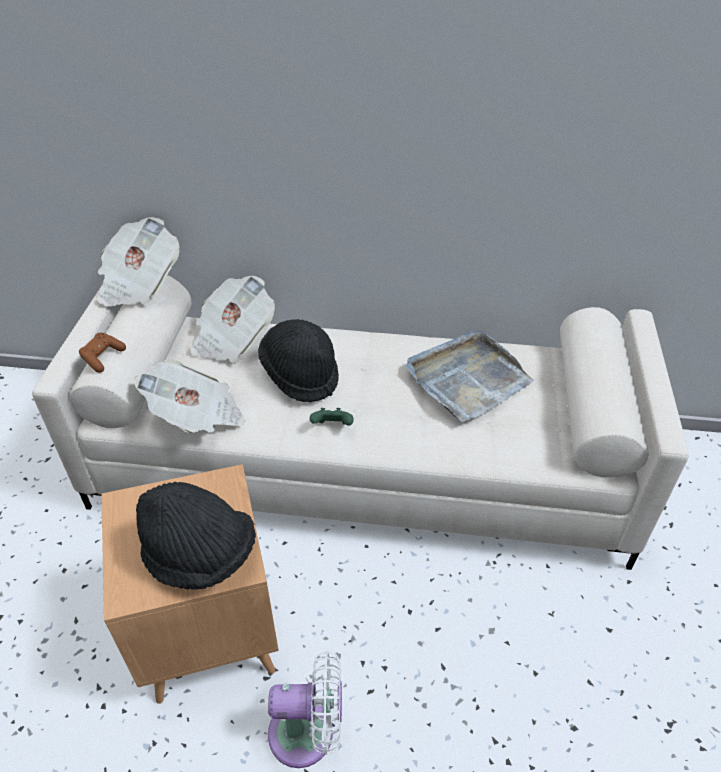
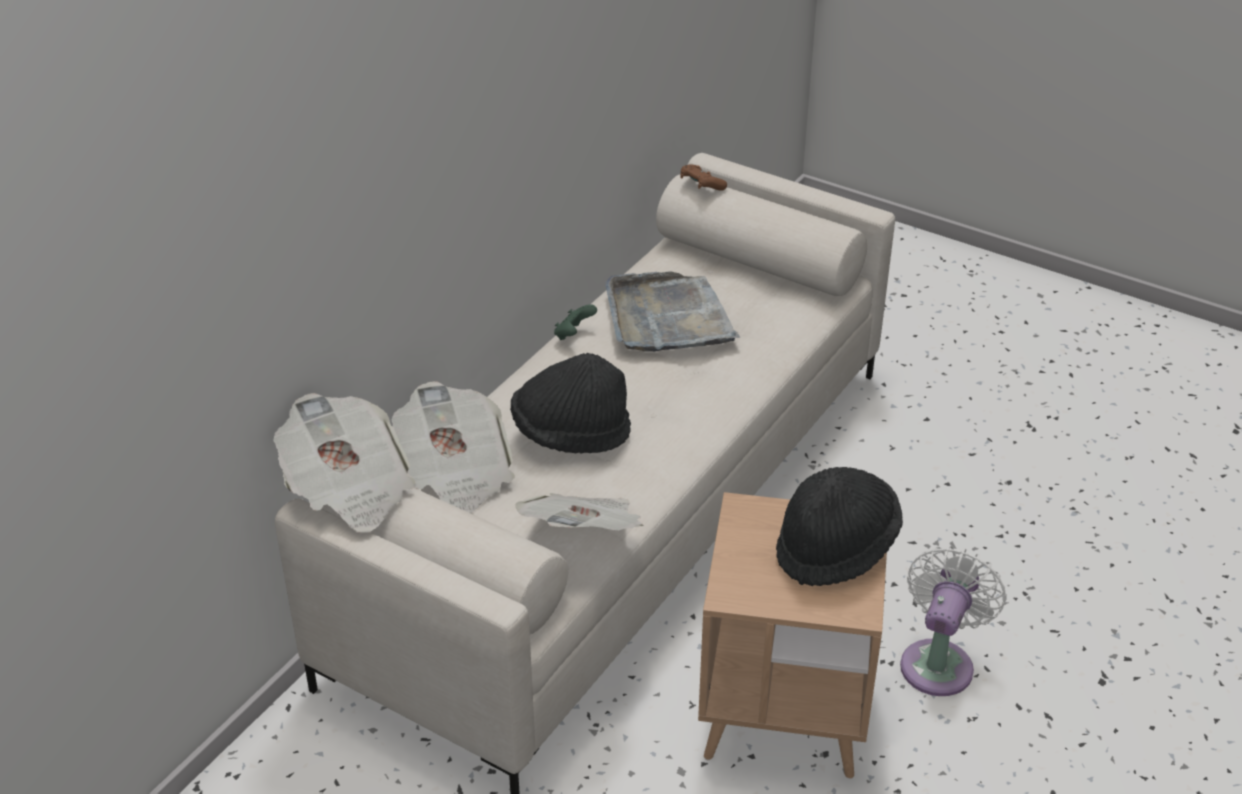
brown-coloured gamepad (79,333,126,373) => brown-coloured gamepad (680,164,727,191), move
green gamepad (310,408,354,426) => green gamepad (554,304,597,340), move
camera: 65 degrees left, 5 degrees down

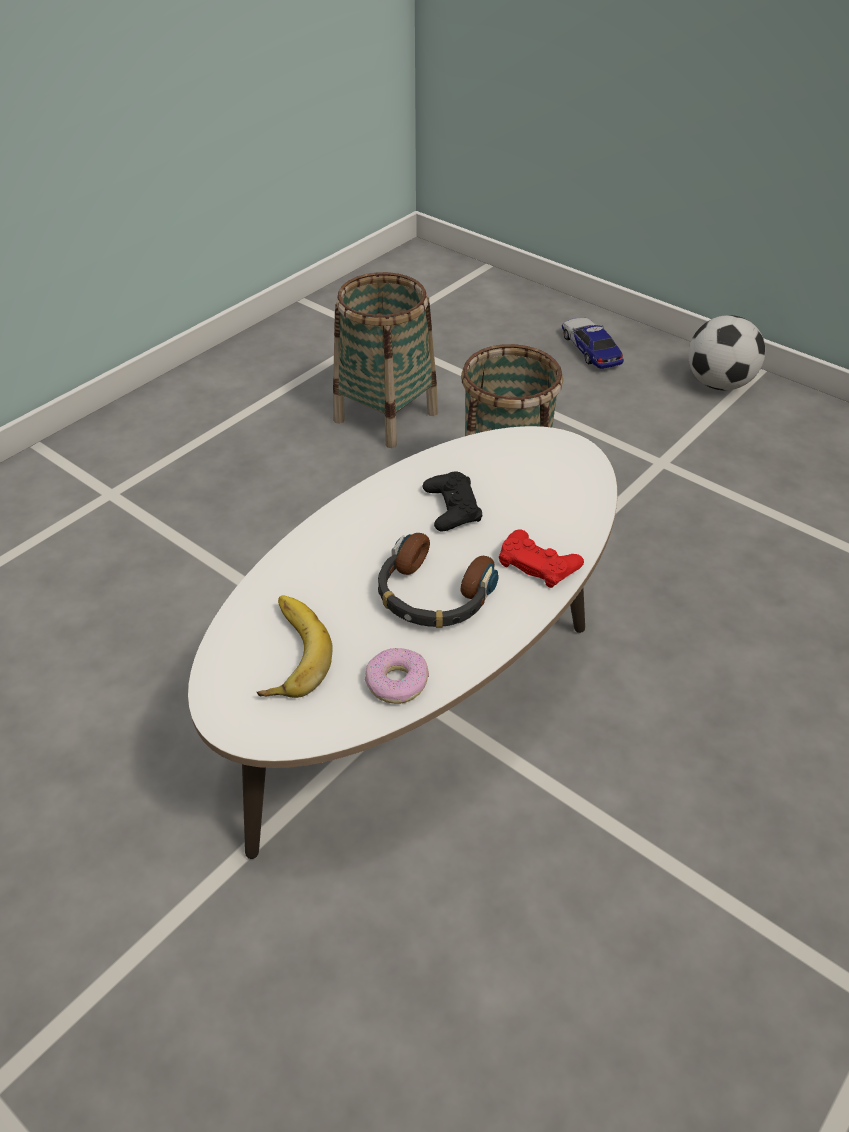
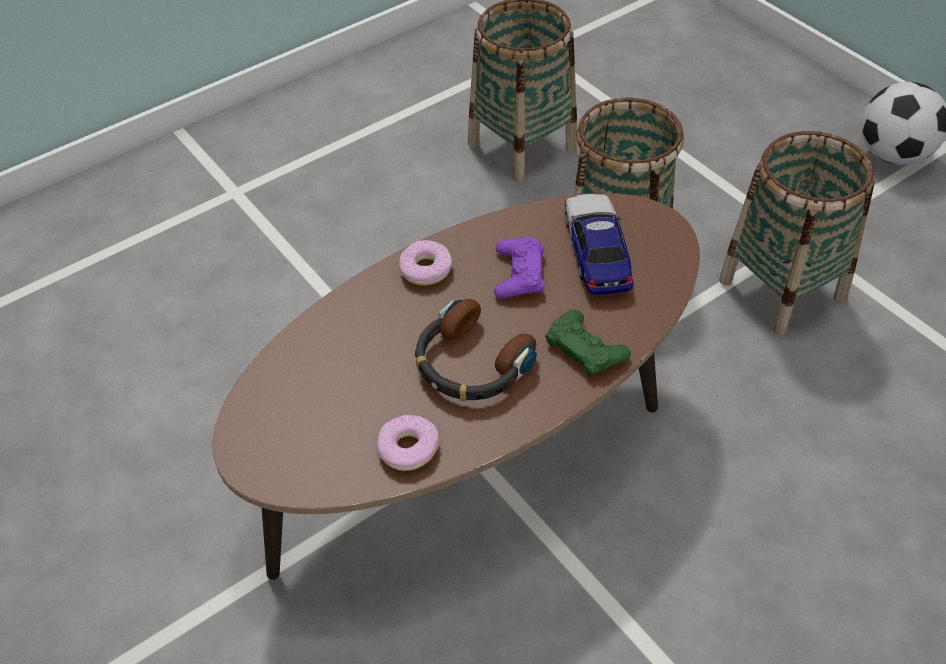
whitish coffee table (188,426,617,859) => brown-coloured coffee table (212,193,700,580)
banana (257,596,333,698) => nothing
black-coloured gamepad (422,471,482,531) => purple gamepad (494,237,544,298)
red-coloured gamepad (499,529,584,588) => green gamepad (545,309,631,377)
toy car (562,318,624,369) => toy car (565,194,633,295), move
nothing => donut (399,240,452,285)
nothing => basket (719,131,875,336)
camera: 15 degrees right, 5 degrees up

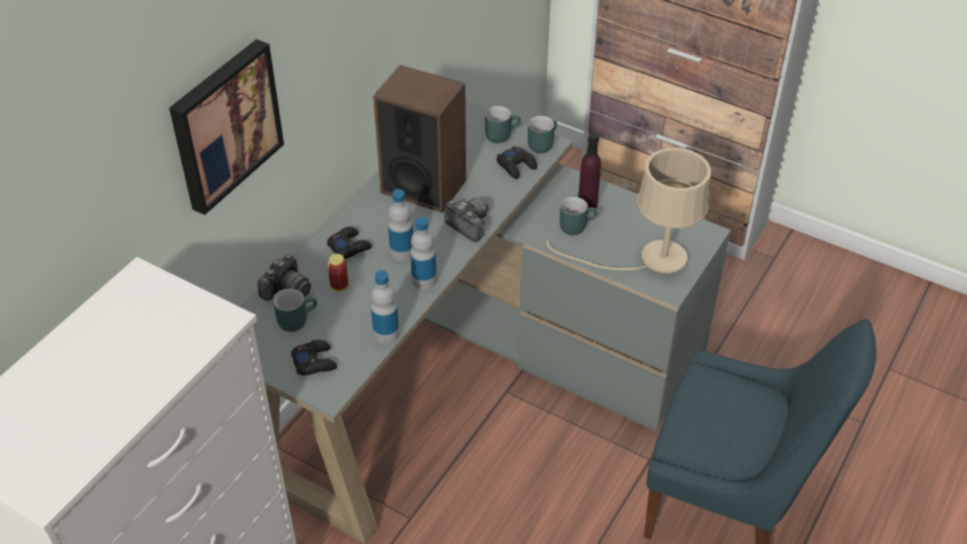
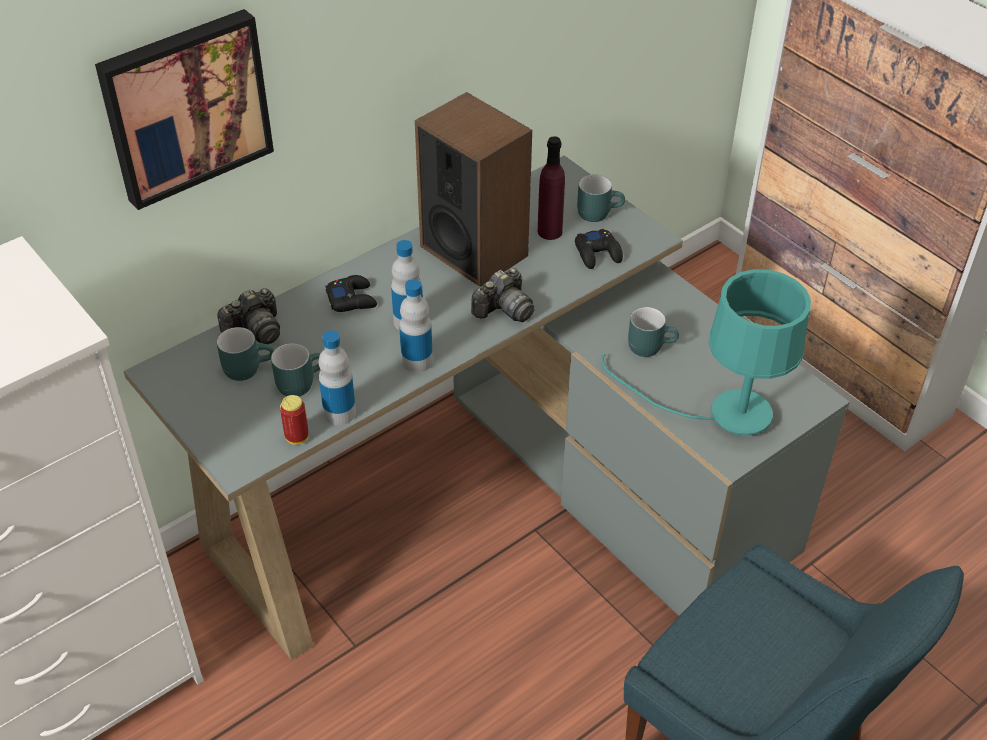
black-coloured gamepad (291,340,337,375) => nothing
can (327,254,348,291) => can (280,395,309,445), move
still camera (444,198,489,242) => still camera (471,268,535,322), 75 degrees clockwise
turquoise mug (528,116,557,153) => turquoise mug (271,343,321,397), move
beige-coloured table lamp (547,148,711,273) => turquoise table lamp (601,269,811,435)
purple beverage bottle (578,133,601,208) => purple beverage bottle (538,136,565,240), move
camera: 20 degrees right, 0 degrees up

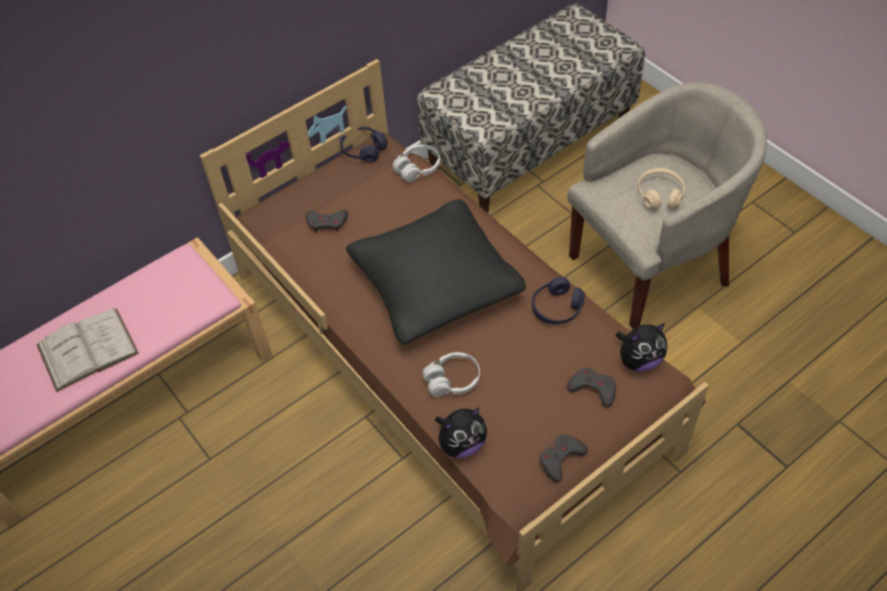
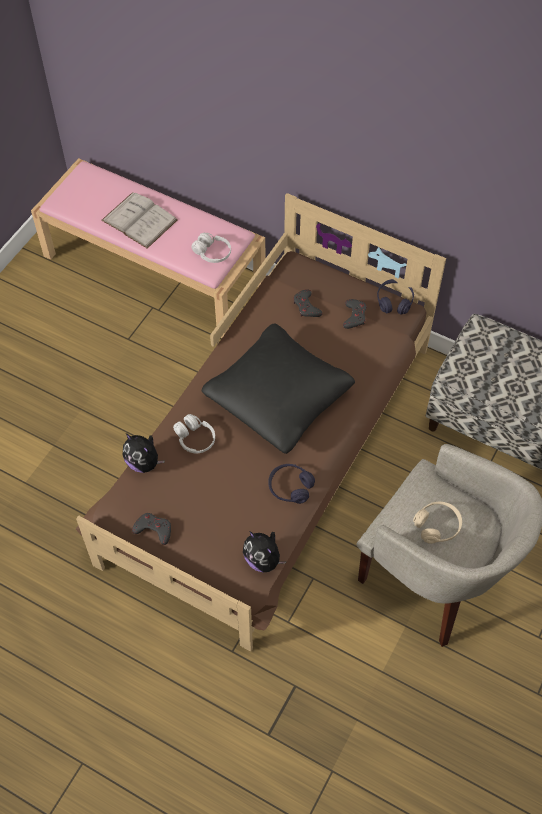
whitish headset (393,145,440,182) => whitish headset (192,233,231,263), move
greyish gamepad (567,368,616,407) => greyish gamepad (343,299,367,329), move
camera: 65 degrees right, 5 degrees up

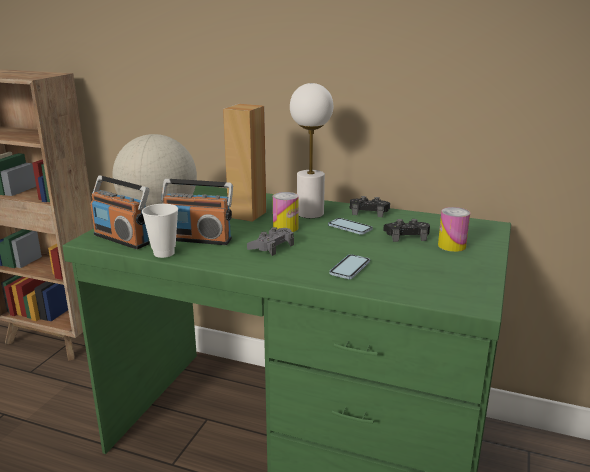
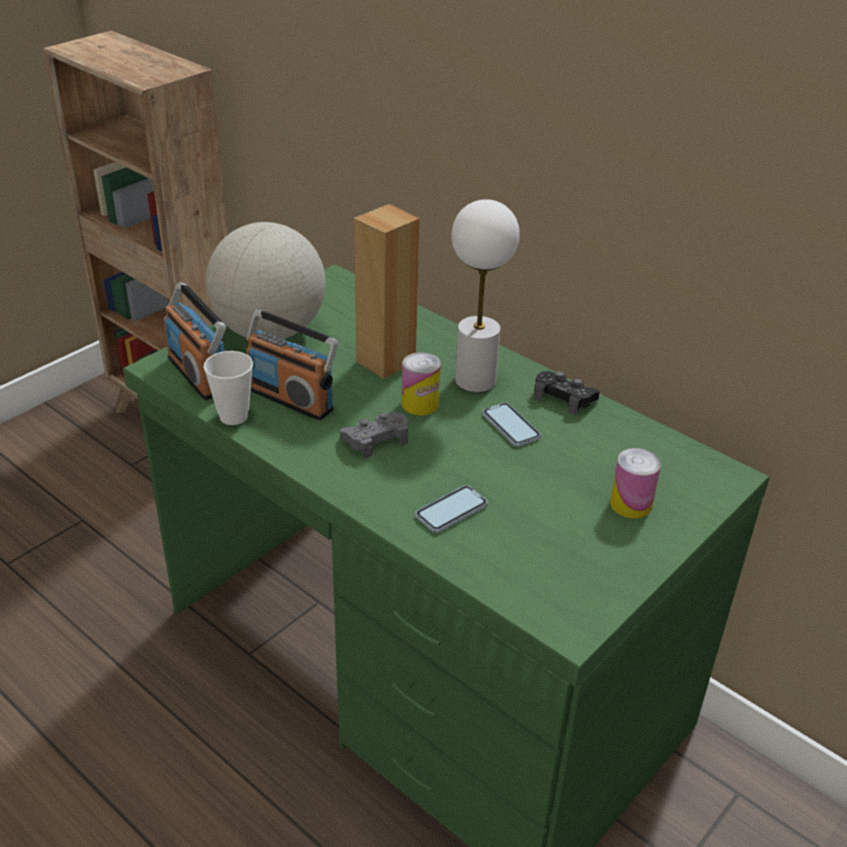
black-coloured gamepad (383,219,430,242) => nothing
camera: 20 degrees right, 15 degrees up

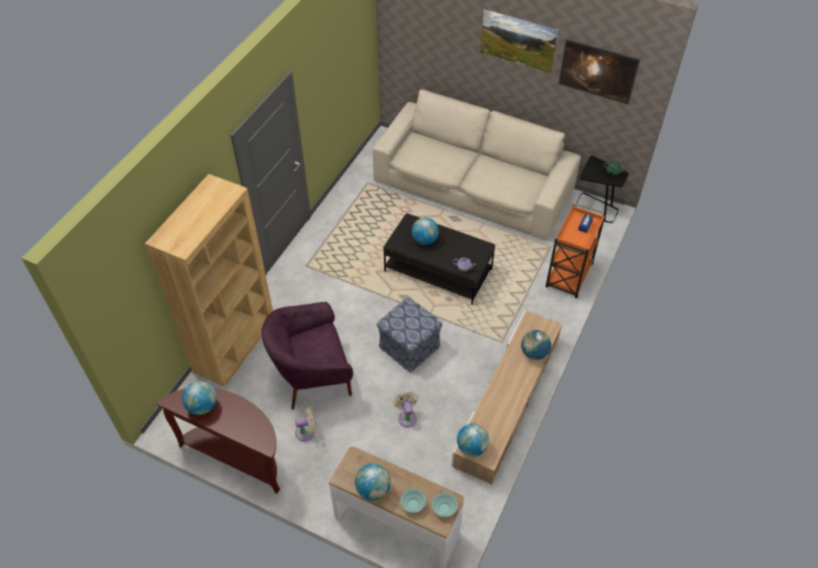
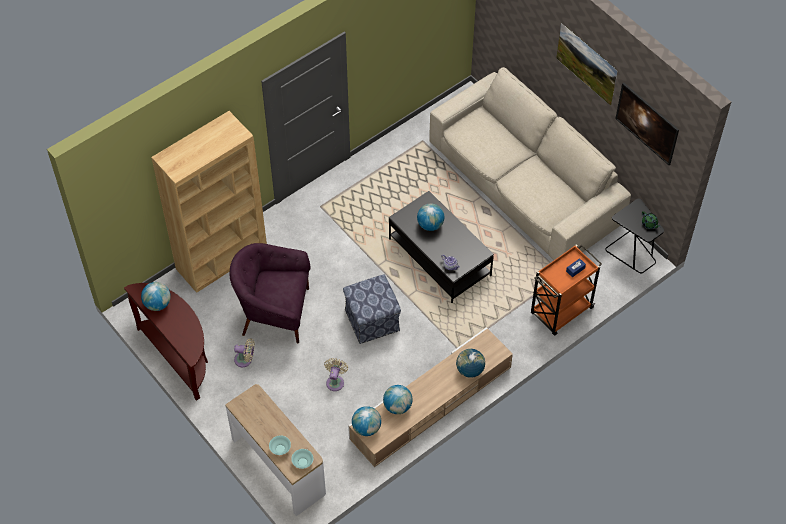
world globe (355,464,391,500) => world globe (383,385,412,414), move
camera: 25 degrees right, 5 degrees up

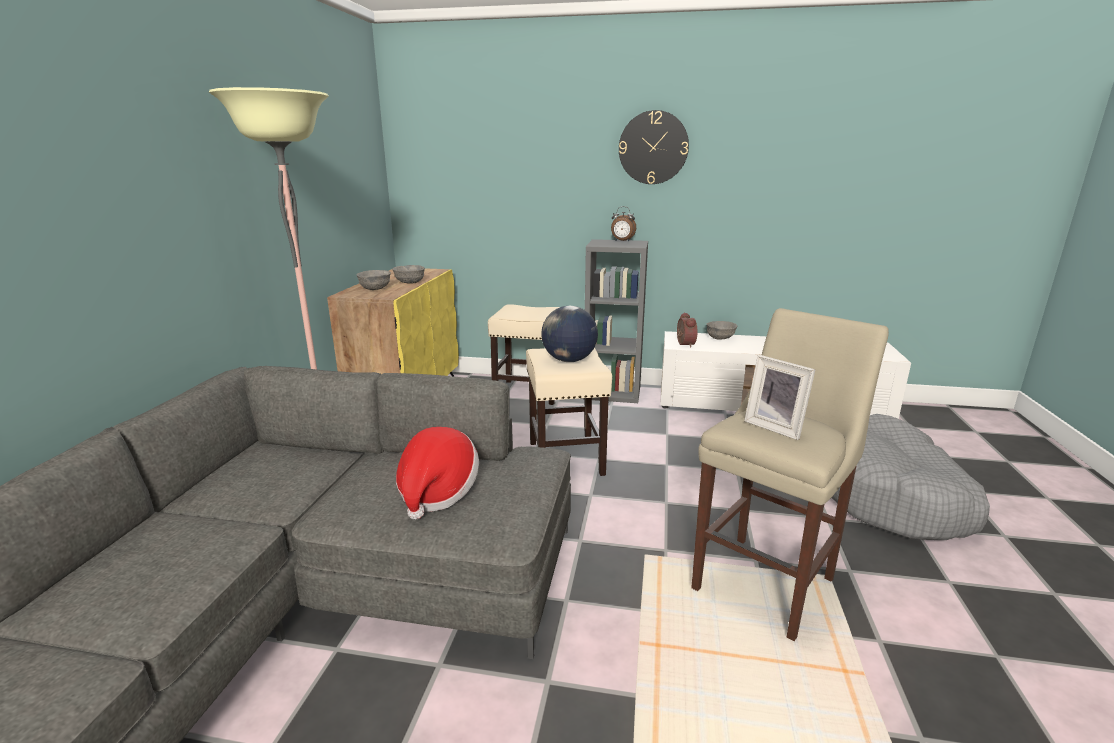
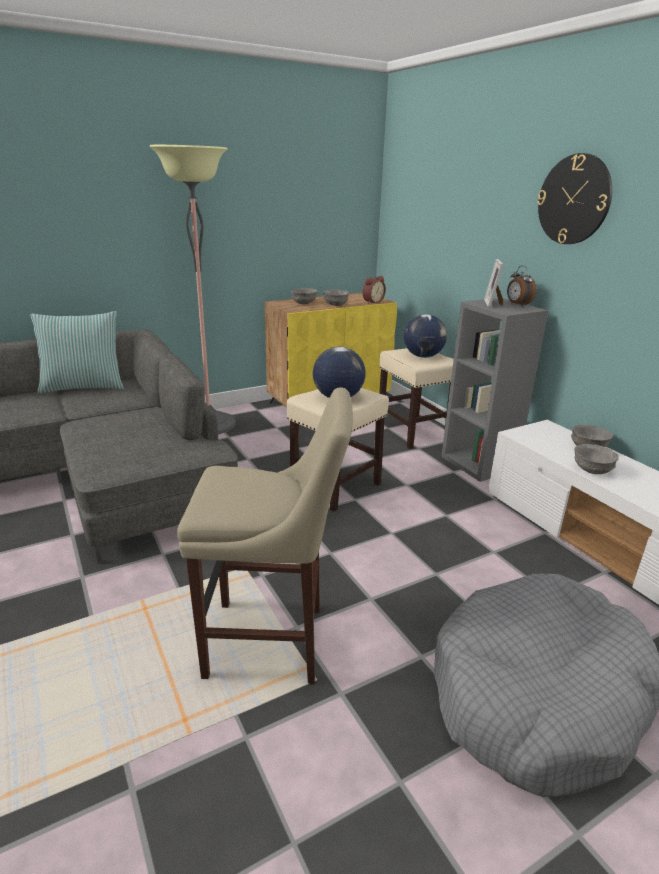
hat (396,427,479,520) => nothing
alarm clock (677,312,697,348) => alarm clock (362,276,386,304), move
picture frame (744,355,815,440) => picture frame (484,259,504,307), move
nothing => throw pillow (30,311,124,394)
nothing => world globe (404,314,447,358)
nothing => greyish bowl (574,444,619,474)
camera: 50 degrees right, 5 degrees up

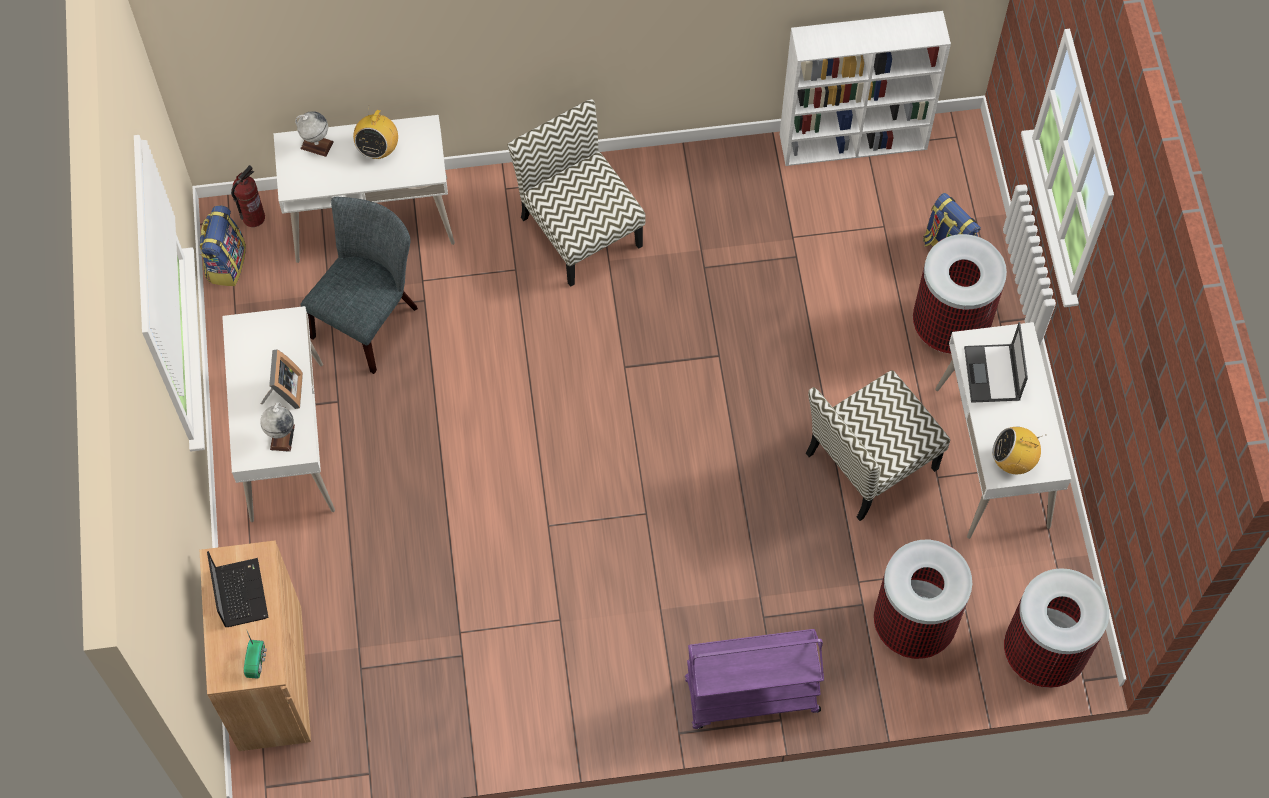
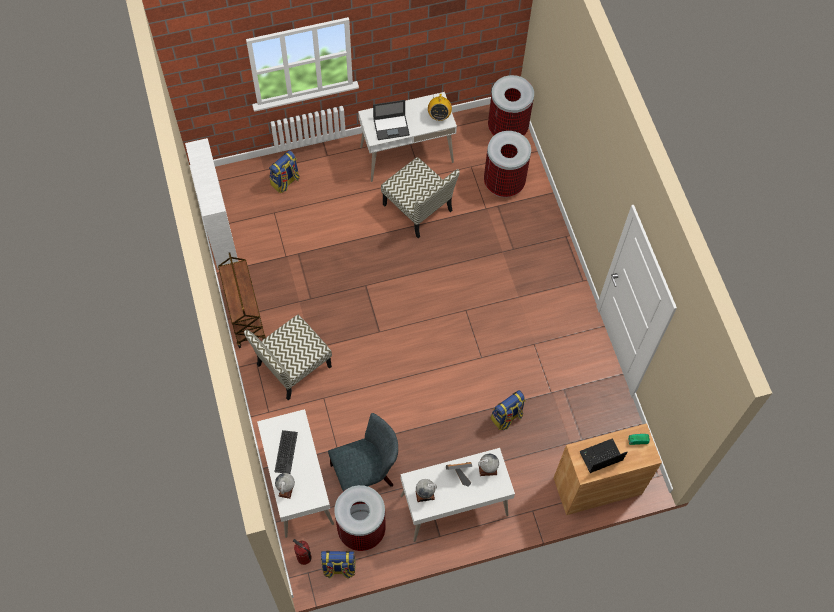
greyish upright chair (301,197,418,374) => greyish upright chair (328,413,398,491), 135 degrees clockwise
radio (353,109,398,159) => keyboard (274,430,298,474)
purple cart (685,629,824,729) => nothing
waste bin (913,234,1007,354) => waste bin (334,485,386,551), move
nothing => brown-coloured cart (218,253,266,348)
nothing => world globe (415,479,437,502)
nothing => backpack (491,390,525,430)
camera: 100 degrees left, 0 degrees up

